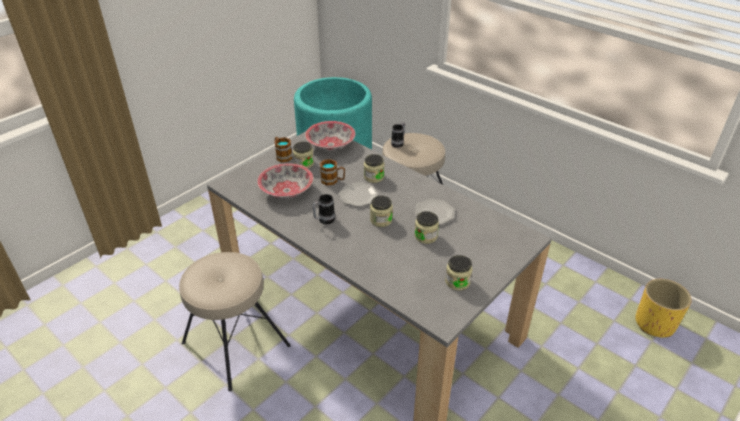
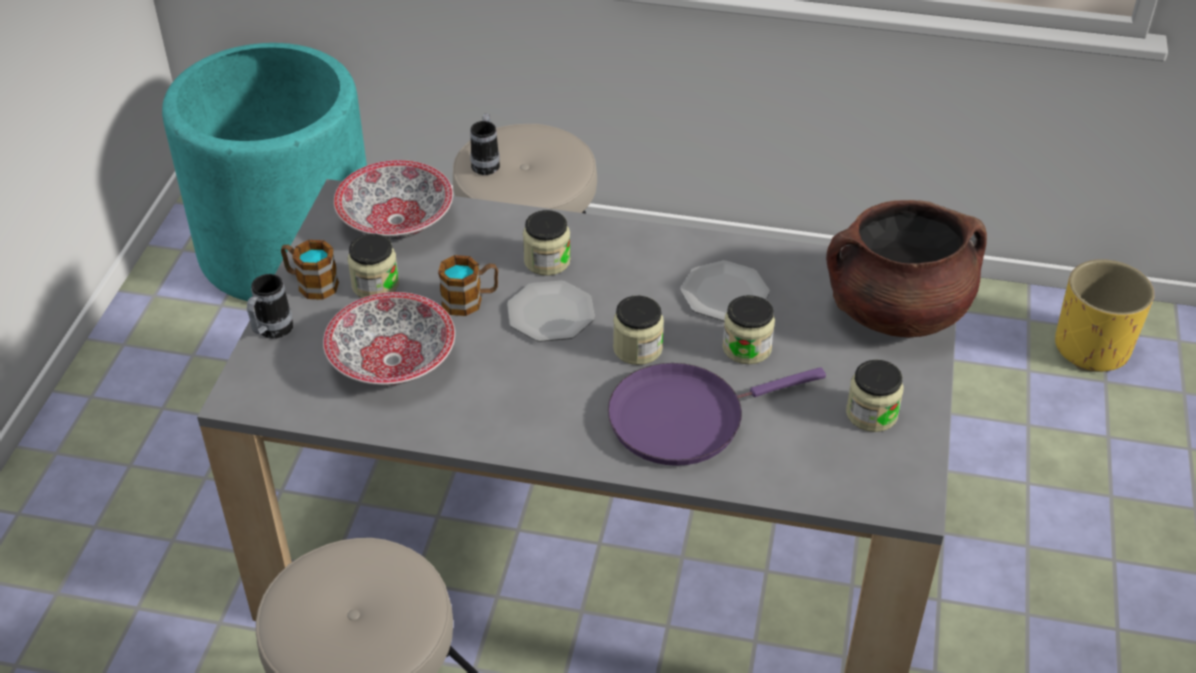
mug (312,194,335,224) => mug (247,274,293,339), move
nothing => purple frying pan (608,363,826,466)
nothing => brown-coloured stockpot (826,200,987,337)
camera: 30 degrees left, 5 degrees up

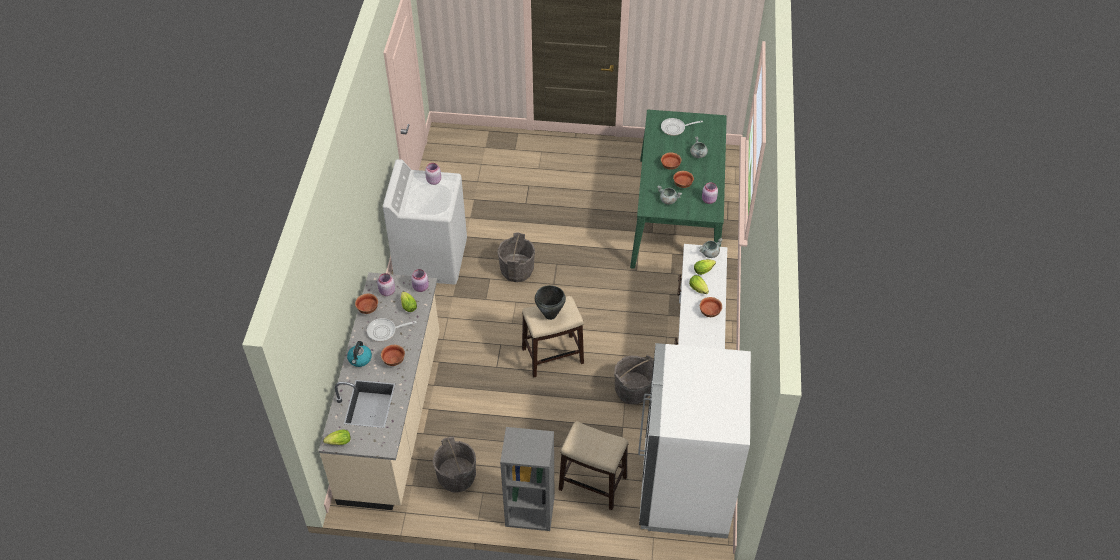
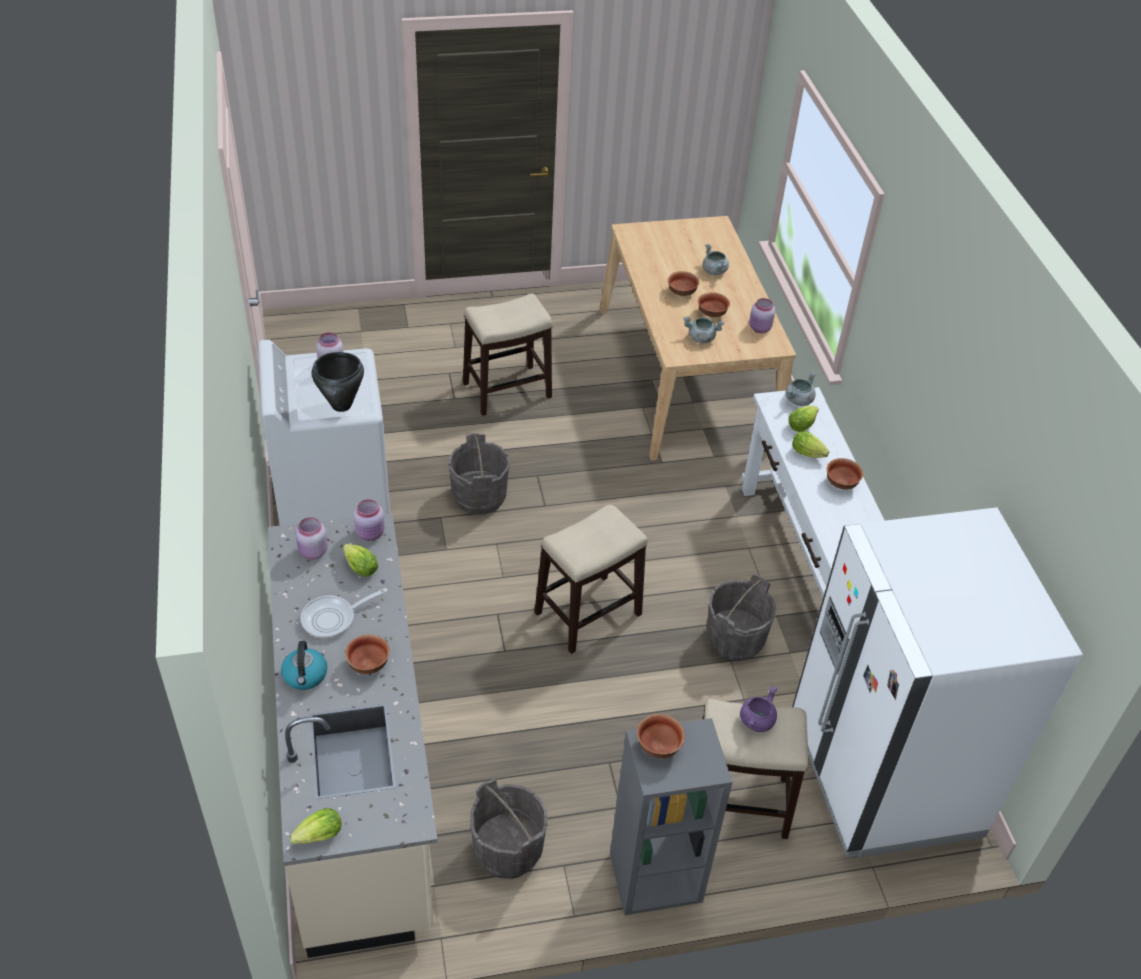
bowl (355,294,378,314) => bowl (637,714,685,758), move
black-coloured stockpot (535,285,566,320) => black-coloured stockpot (312,352,364,412), move
green kitchen table (630,110,727,269) => beige-coloured kitchen table (600,216,796,460)
frying pan (661,118,703,136) => nothing
nothing => stool (463,293,553,416)
nothing => purple stockpot (740,686,777,732)
camera: 20 degrees left, 5 degrees down

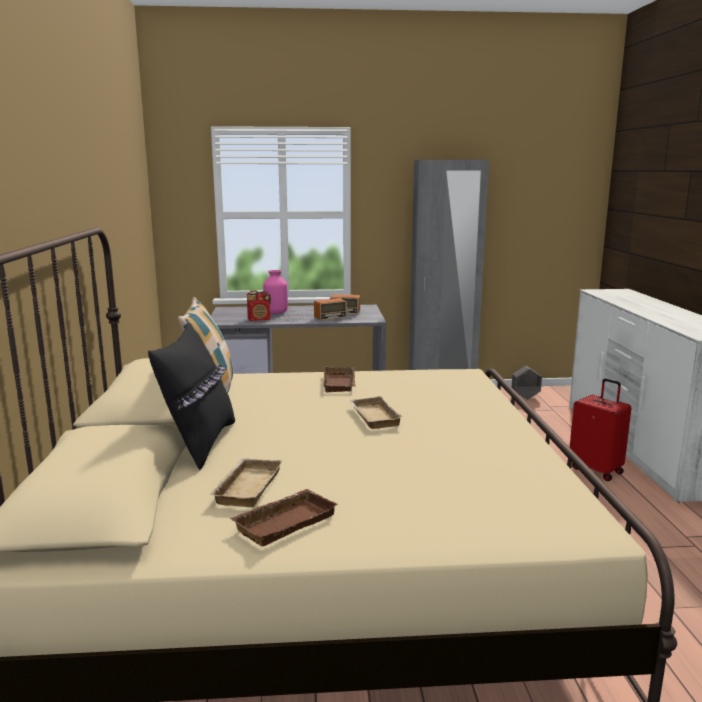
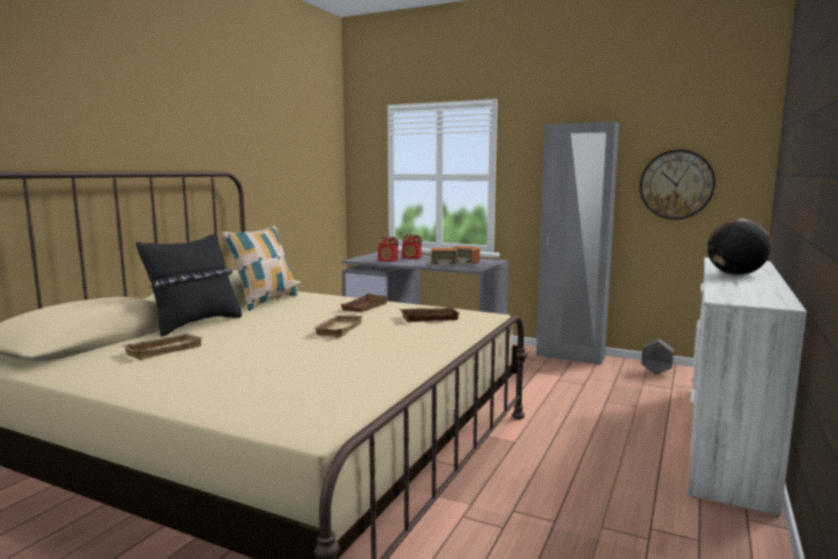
brown-coloured tray (230,489,338,546) => brown-coloured tray (400,308,459,322), move
pinkish flower vase (263,270,288,314) => radio (402,234,422,259)
red-coloured travel case (570,378,632,481) => nothing
nothing => hanging clock (639,149,715,220)
nothing => world globe (707,219,771,275)
camera: 30 degrees right, 5 degrees down

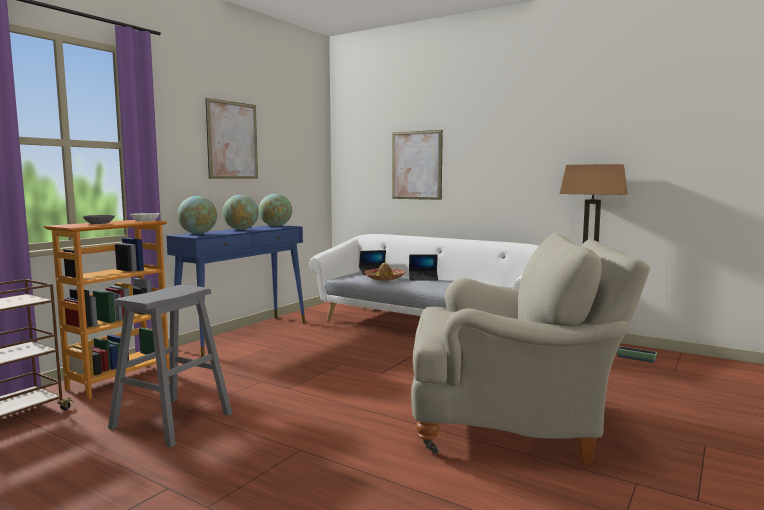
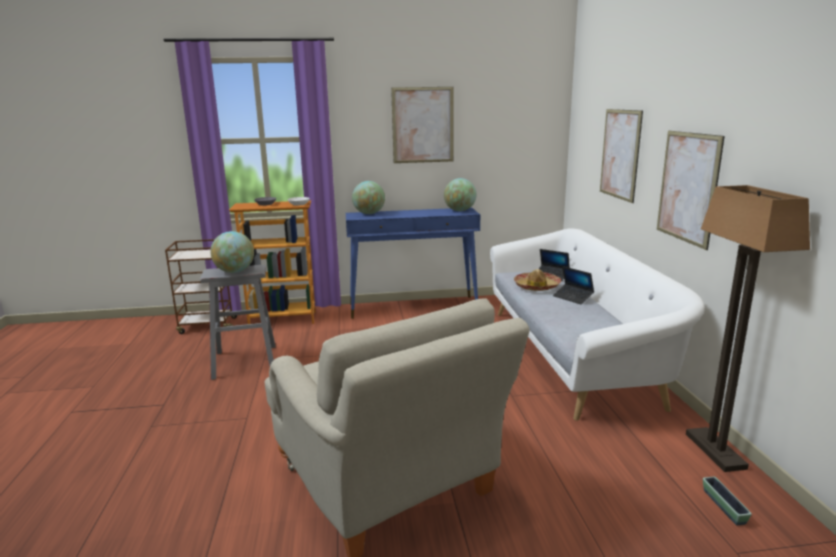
world globe (223,195,259,230) => world globe (210,231,254,273), move
nothing => wall picture (657,131,725,250)
camera: 50 degrees right, 10 degrees up

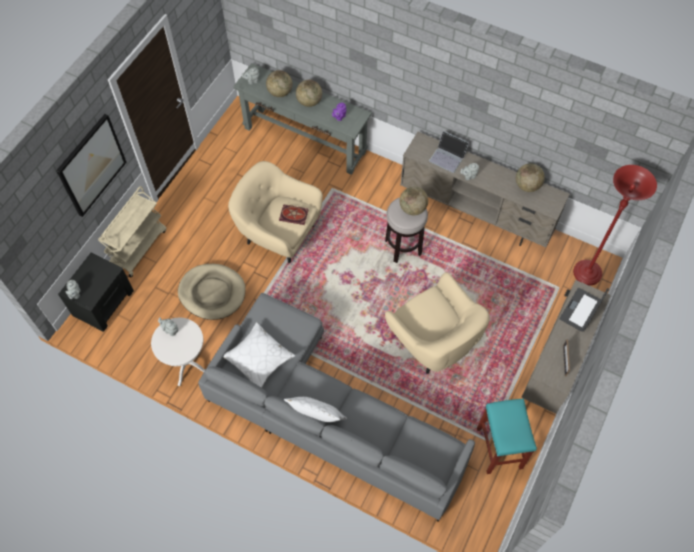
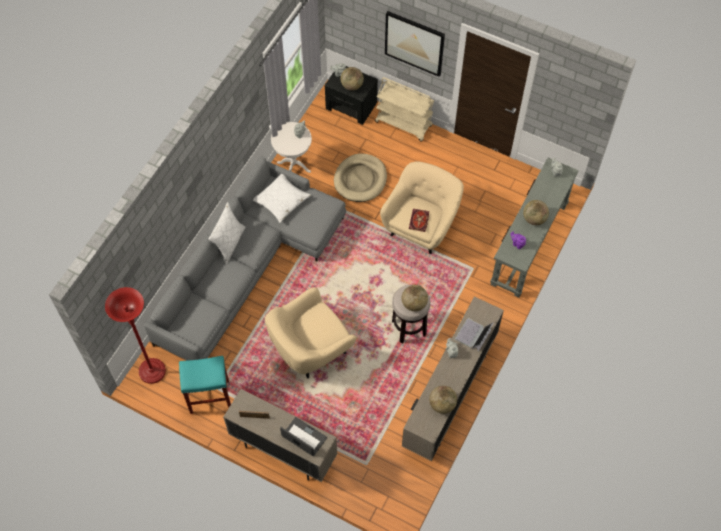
world globe (266,70,293,97) => world globe (341,67,364,90), move
red-coloured floor lamp (573,165,657,285) => red-coloured floor lamp (105,287,166,384), move
camera: 90 degrees right, 0 degrees up

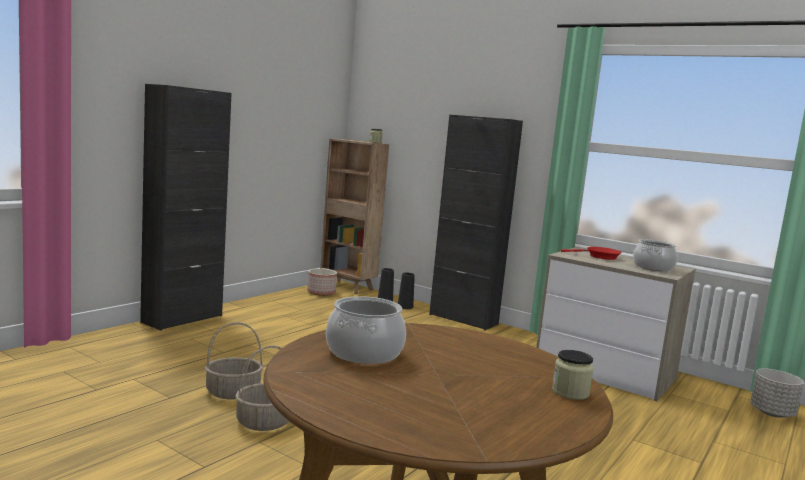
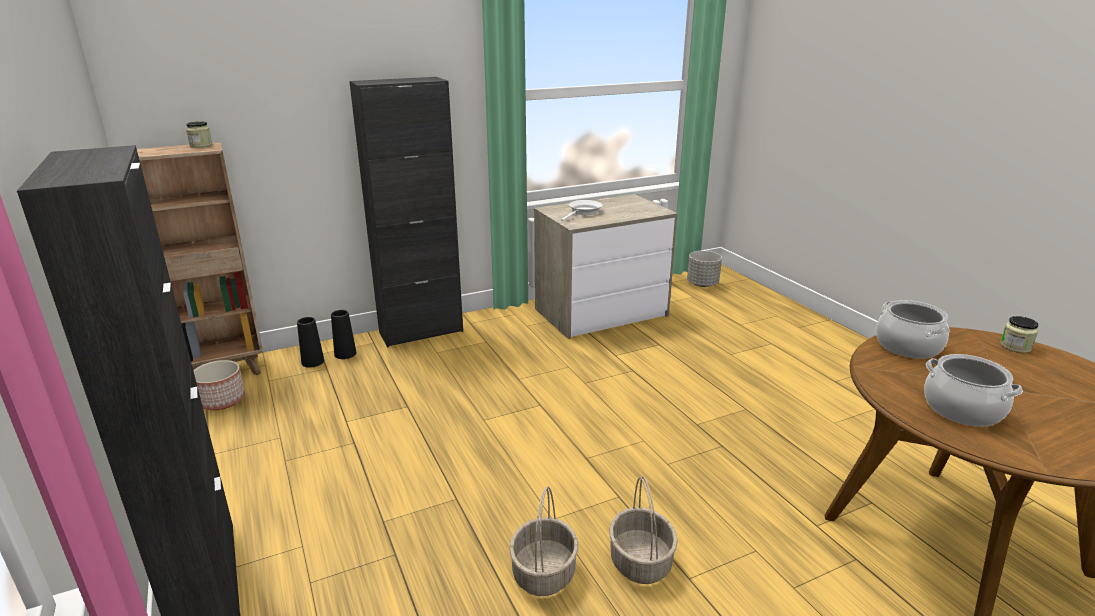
red-coloured frying pan (561,247,622,260) => whitish frying pan (561,200,602,221)
stockpot (633,239,678,271) => stockpot (876,300,950,359), move
camera: 60 degrees left, 15 degrees up

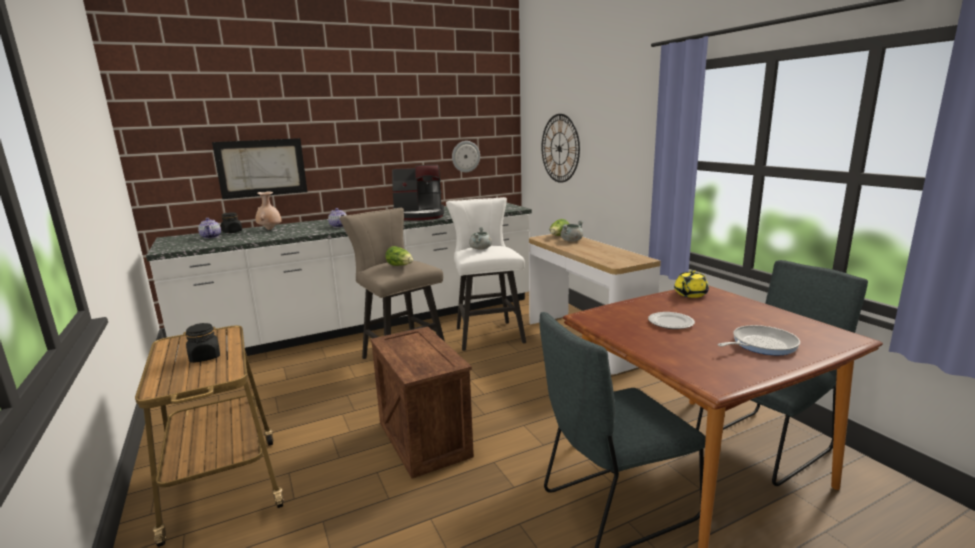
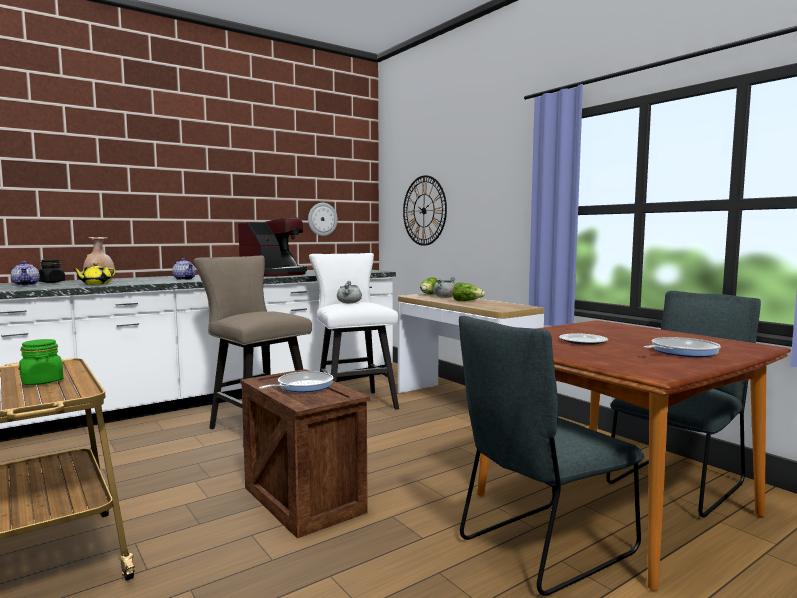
black-coloured storage jar (185,323,220,363) => green storage jar (19,339,63,385)
wall picture (212,138,307,199) => nothing
lettuce (385,246,413,266) => lettuce (452,282,485,301), move
coffee machine (392,165,444,221) => coffee machine (238,217,307,277), 45 degrees counterclockwise
yellow-coloured pot for tea (674,270,709,298) => yellow-coloured pot for tea (74,263,116,285), move
nothing => frying pan (259,371,333,392)
camera: 10 degrees left, 10 degrees down

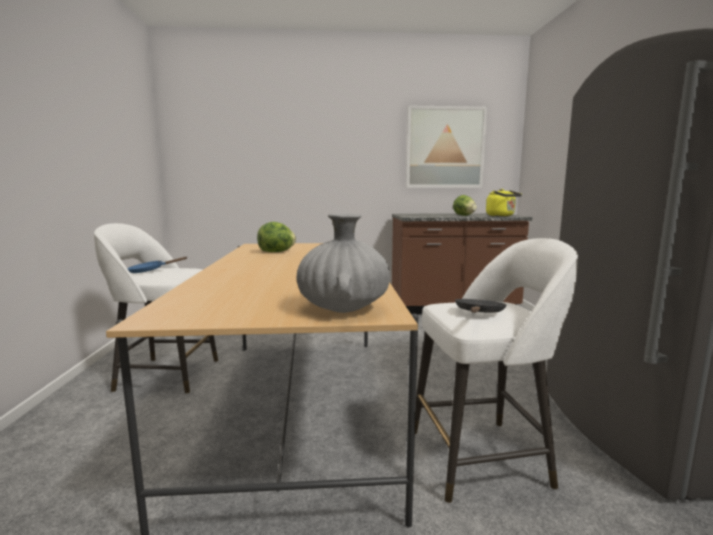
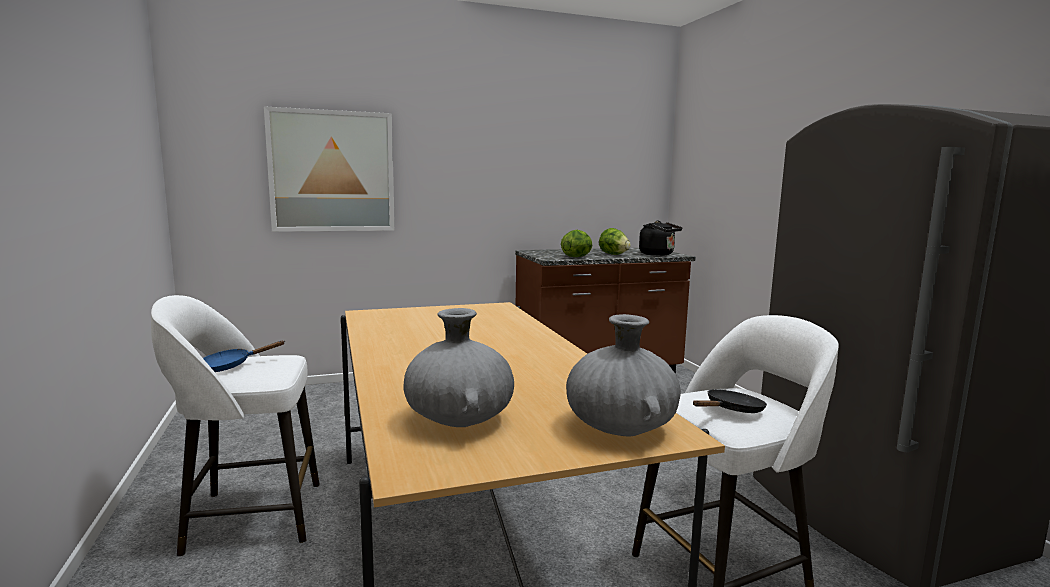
lettuce (257,222,296,252) => lettuce (561,230,592,257), move
wall picture (406,106,487,188) => wall picture (264,106,395,232), move
black-coloured frying pan (455,299,507,313) => black-coloured frying pan (693,389,767,413), 45 degrees clockwise
yellow-coloured water kettle (486,189,522,216) => black-coloured water kettle (639,221,682,256)
nothing => greyish flower vase (403,308,514,427)
camera: 15 degrees left, 0 degrees up

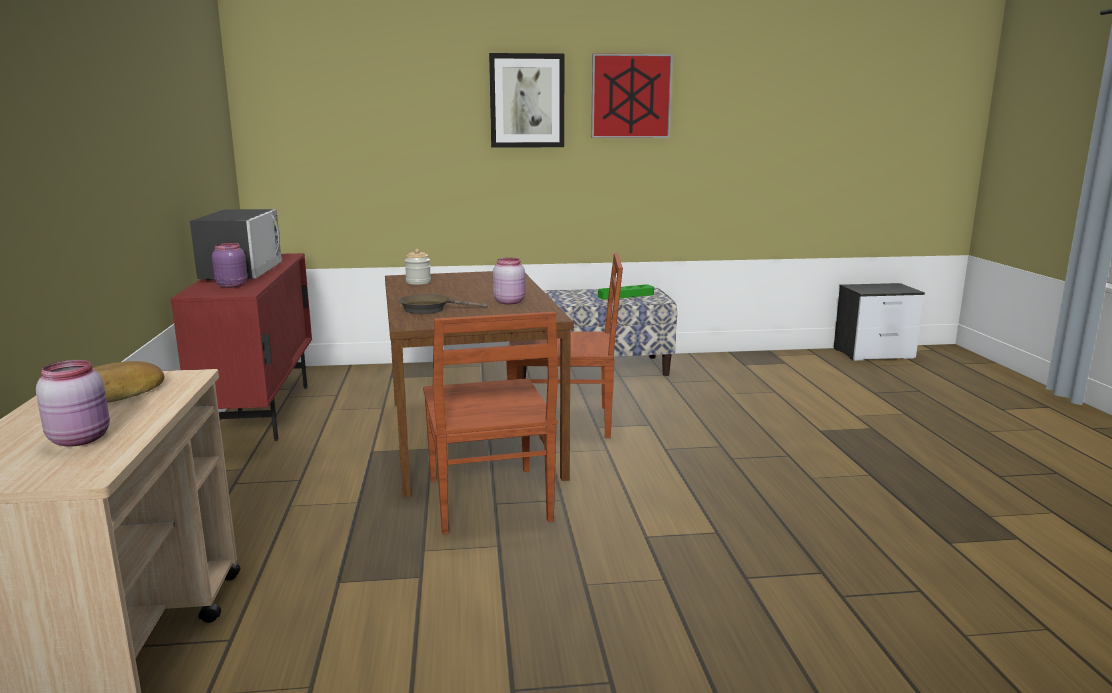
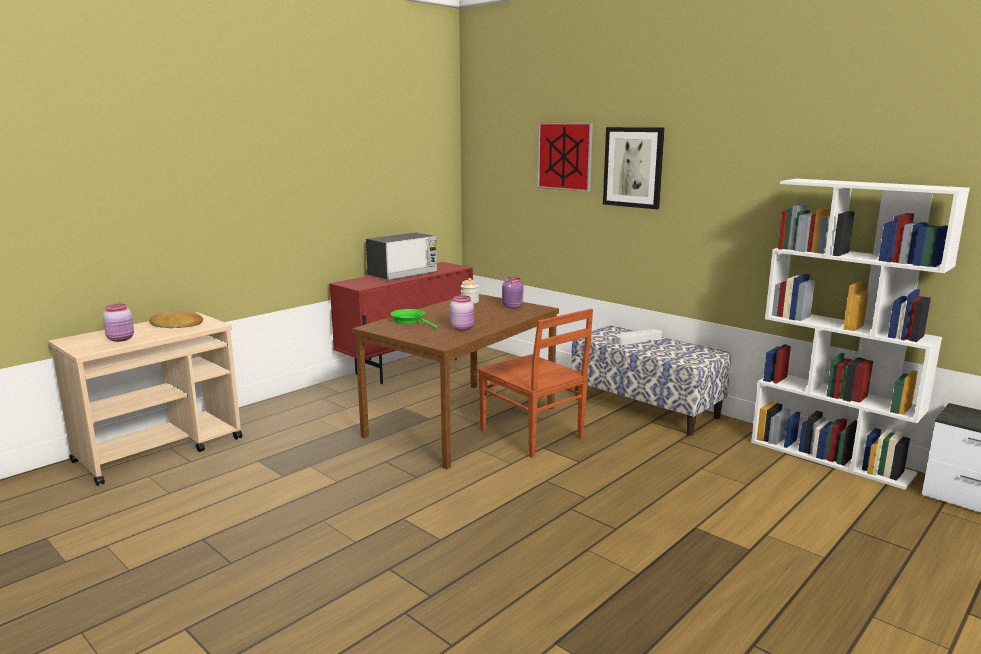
purple storage jar (212,243,247,288) => purple storage jar (502,277,523,308), move
brown-coloured frying pan (398,294,488,314) => green frying pan (390,309,437,328)
brown-coloured upright chair (423,312,558,535) => nothing
wall picture (591,53,673,138) => wall picture (537,123,593,192), move
green tray (598,285,654,300) => nothing
nothing => greyish tray (614,329,662,345)
nothing => whitish shelving unit (751,179,970,490)
camera: 50 degrees right, 0 degrees up

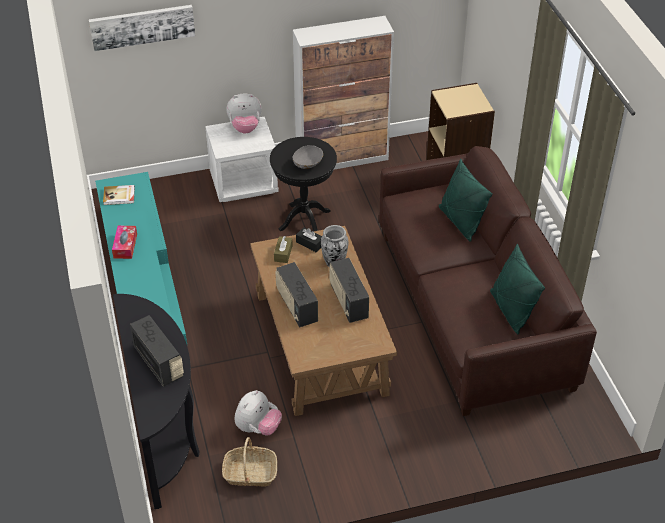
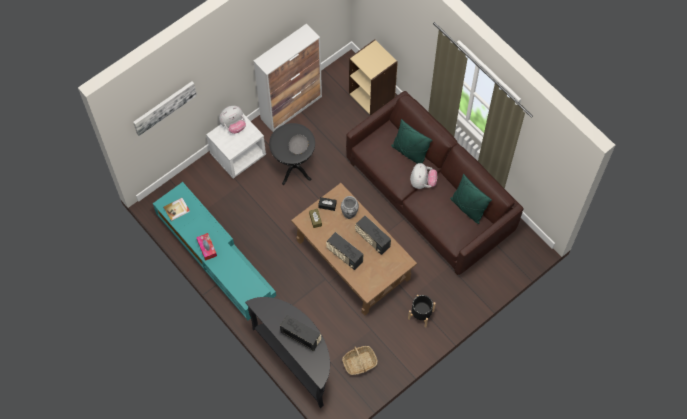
soft toy (235,390,282,436) => soft toy (410,163,437,189), move
nothing => black-coloured planter (408,295,436,327)
camera: 25 degrees left, 20 degrees up

